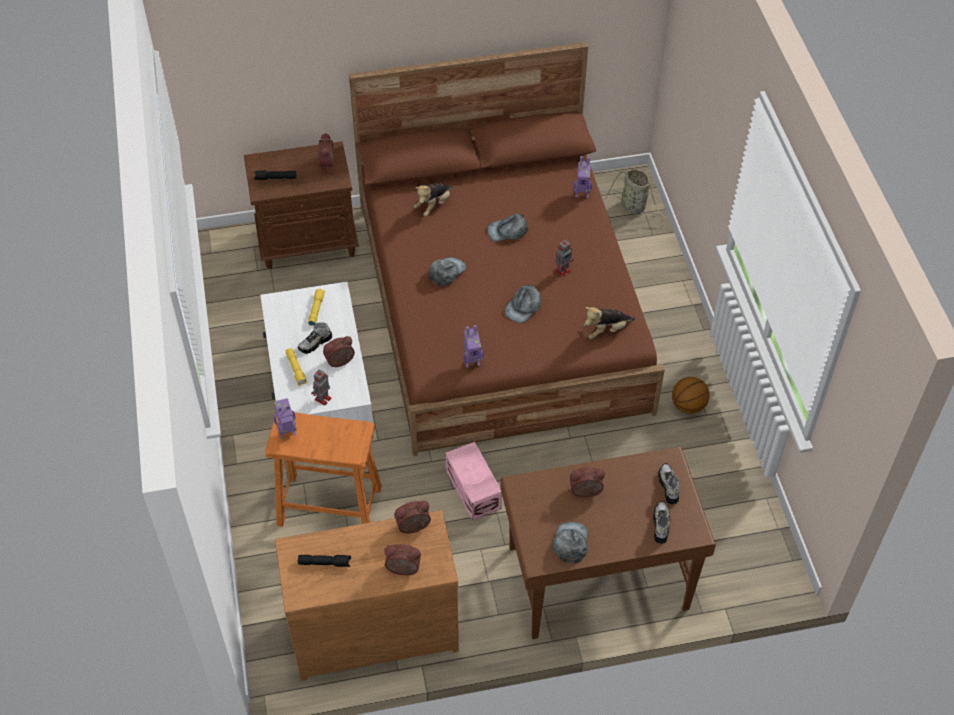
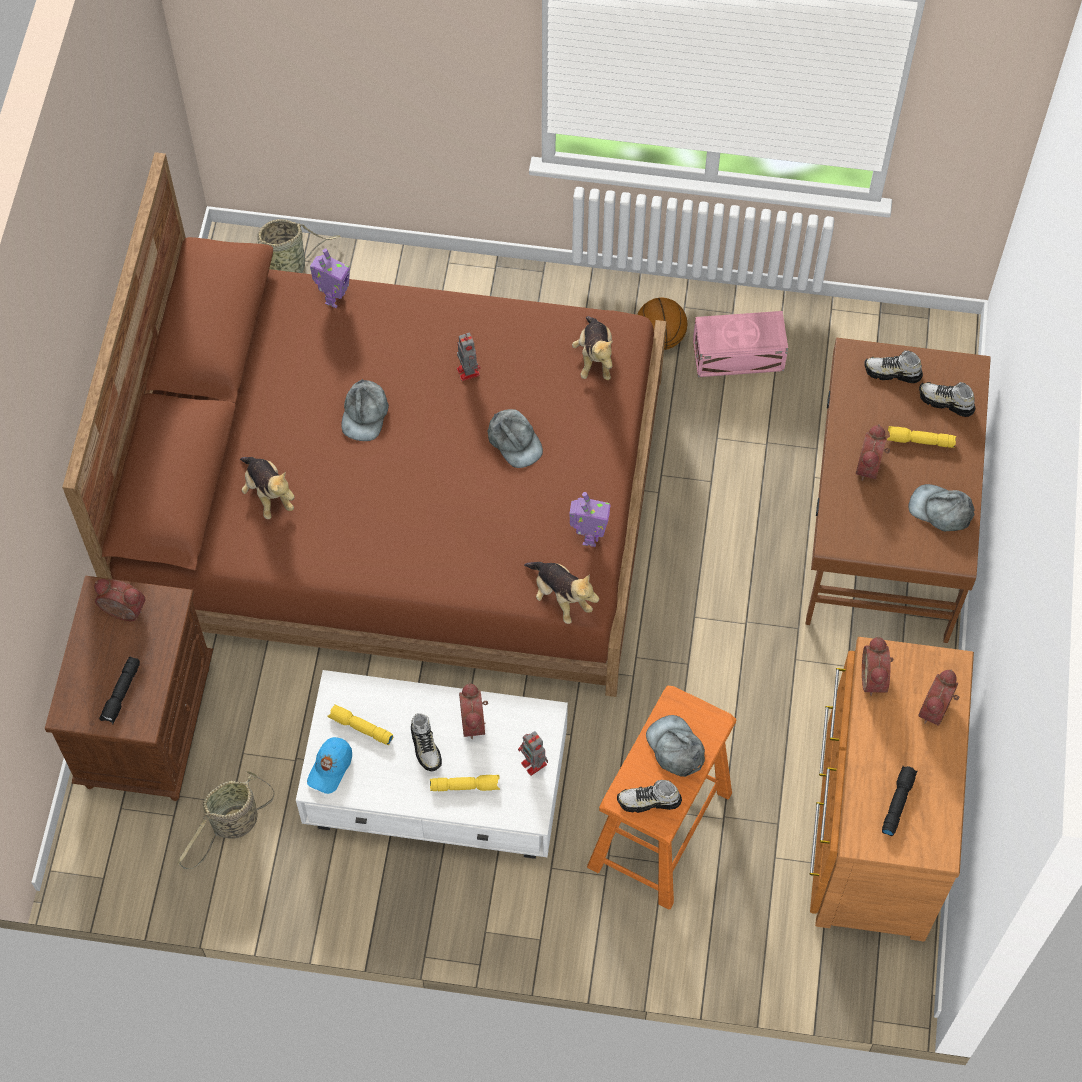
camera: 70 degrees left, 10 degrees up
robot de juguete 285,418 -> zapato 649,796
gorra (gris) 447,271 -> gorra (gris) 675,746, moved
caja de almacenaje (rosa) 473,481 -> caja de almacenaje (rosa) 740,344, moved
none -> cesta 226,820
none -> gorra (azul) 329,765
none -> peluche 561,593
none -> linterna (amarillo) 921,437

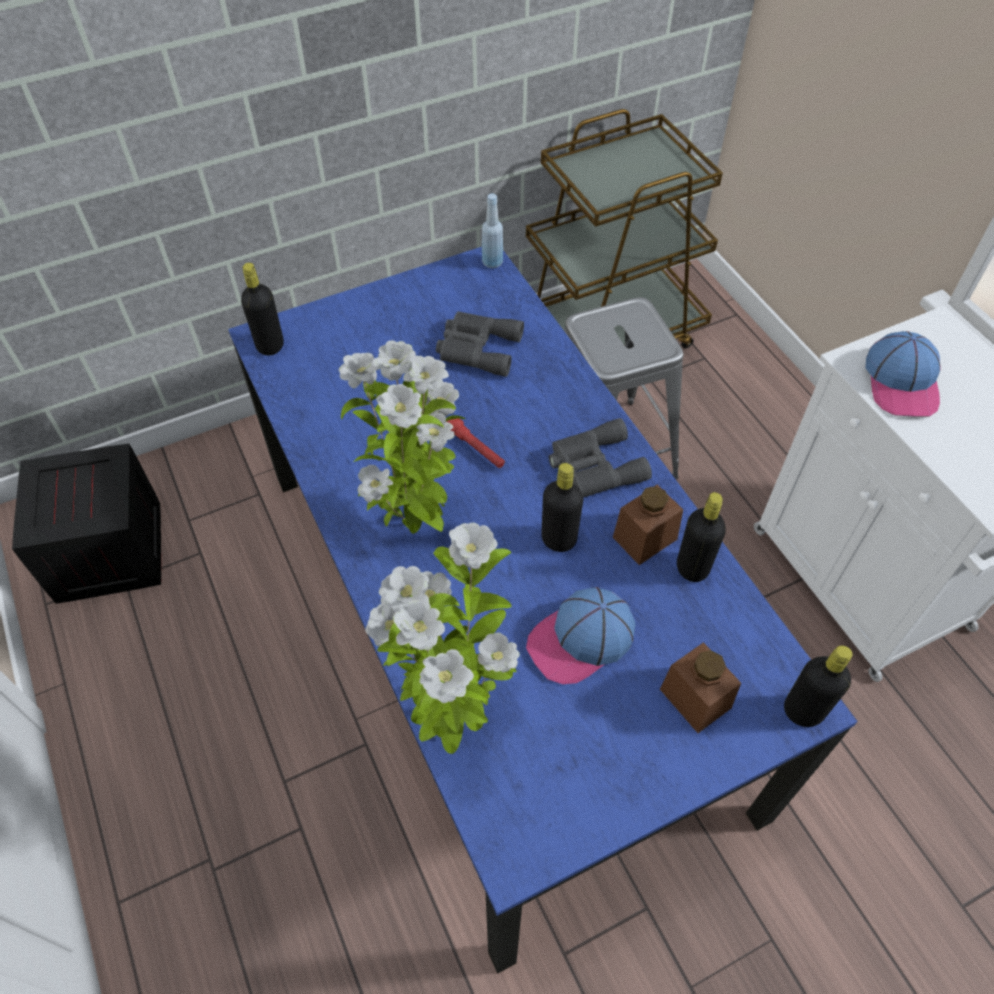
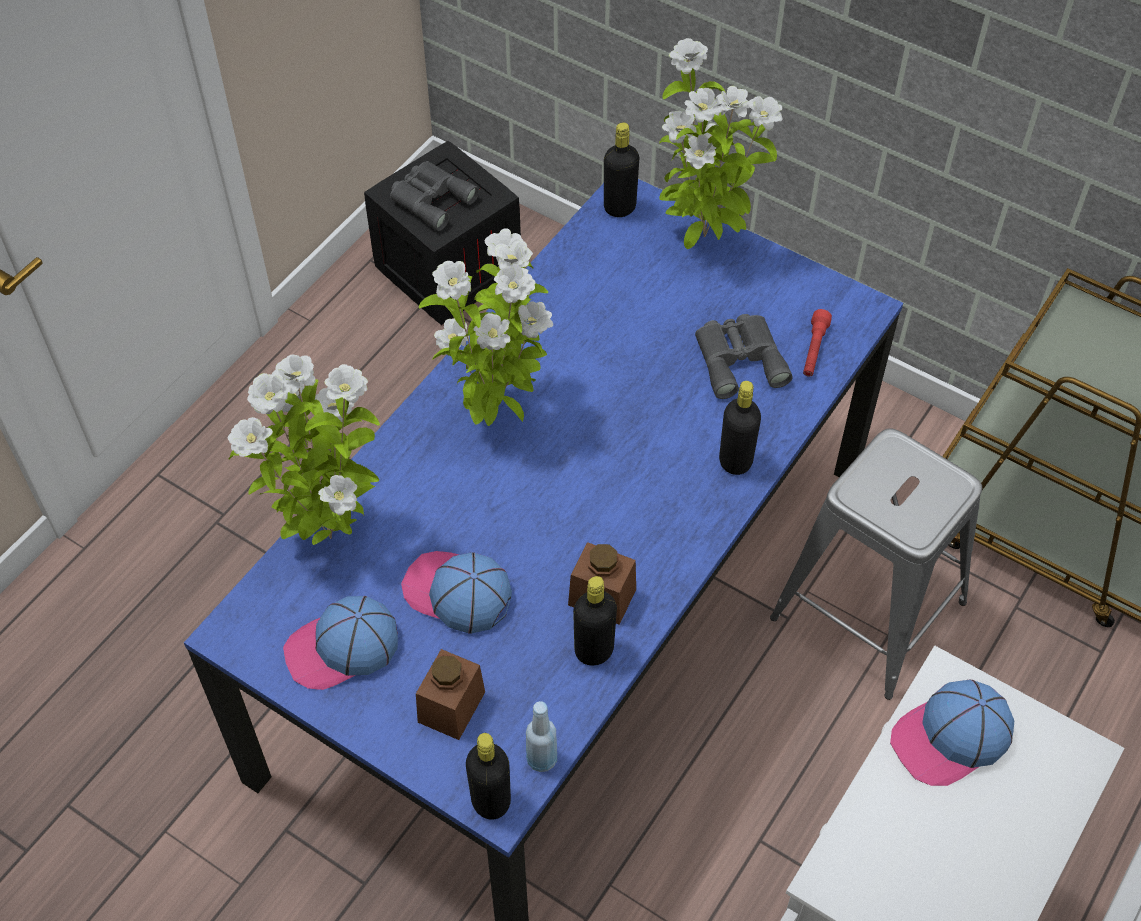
camera: 60 degrees right, 0 degrees up
linterna (rojo) 475,443 -> linterna (rojo) 817,343, moved
botella (azul) 492,230 -> botella (azul) 541,736, moved
botella (negro) 562,507 -> botella (negro) 740,428, moved
prismáticos (gris) 600,458 -> prismáticos (gris) 434,196, moved
none -> gorra 340,643
none -> planta en maceta 720,143

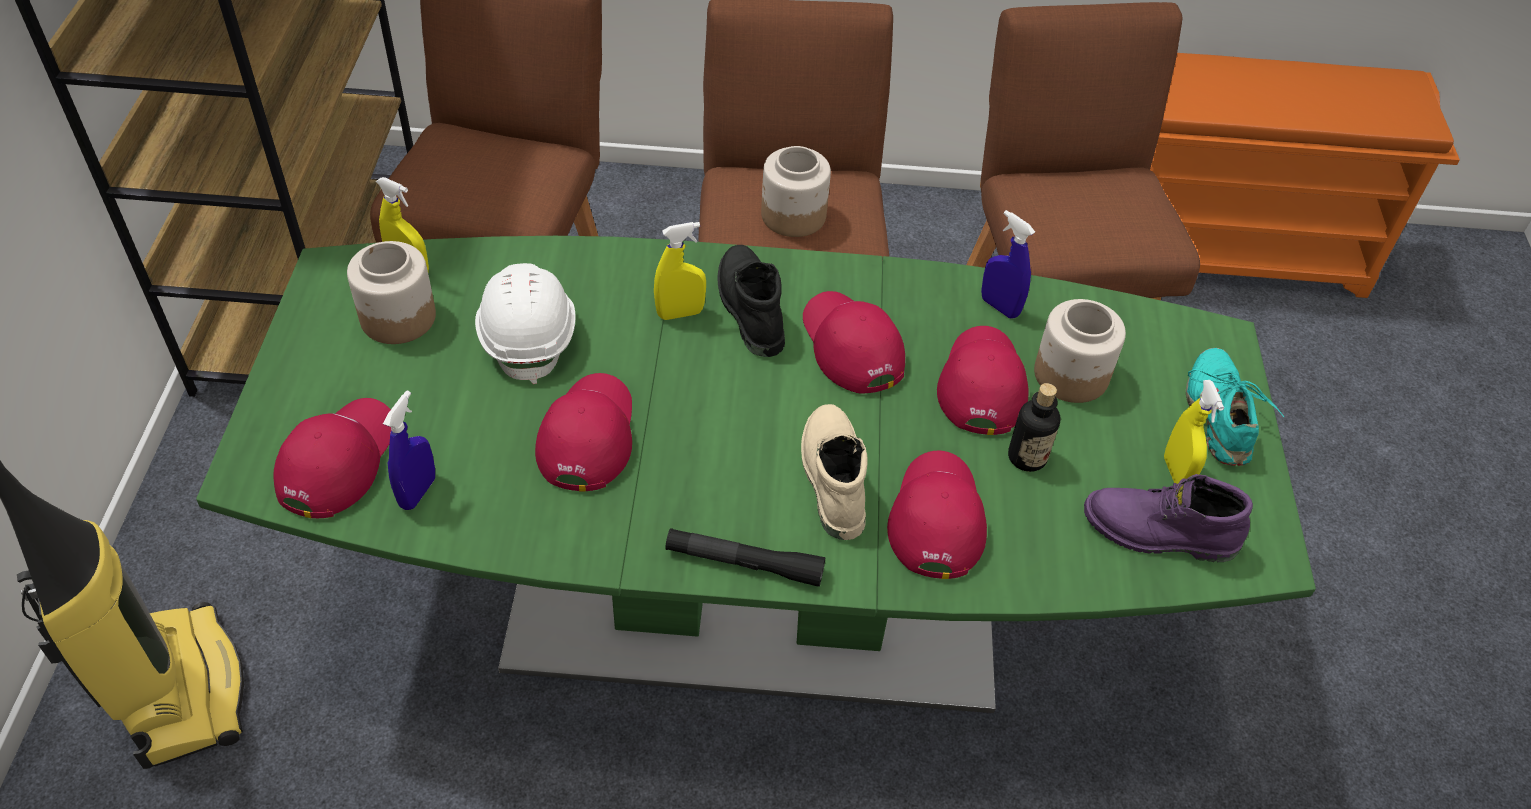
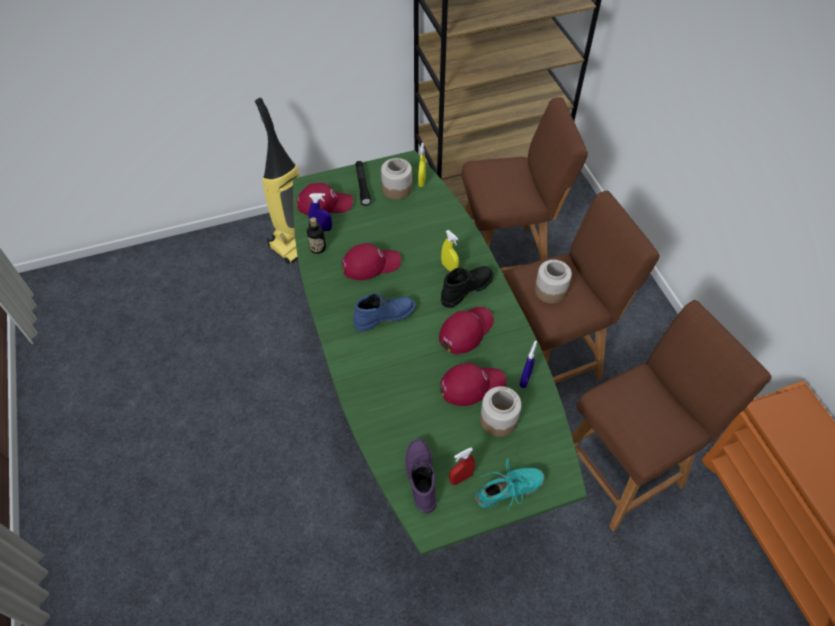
camera: 70 degrees right, 5 degrees up
casco (blanco) 525,323 -> none
linterna (negro) 745,557 -> linterna (negro) 363,183, moved
bota (beis) 834,472 -> none
gorra (rojo) 937,515 -> none
botella 1034,427 -> botella 316,235, moved
pulverizador (amarillo) 1194,432 -> pulverizador (rojo) 462,466
none -> bota (azul) 384,312

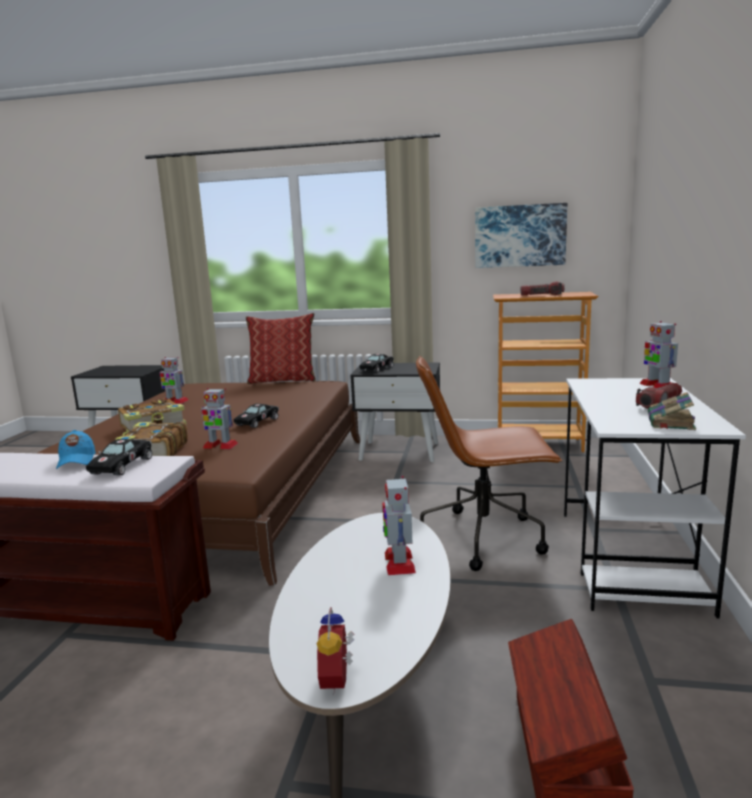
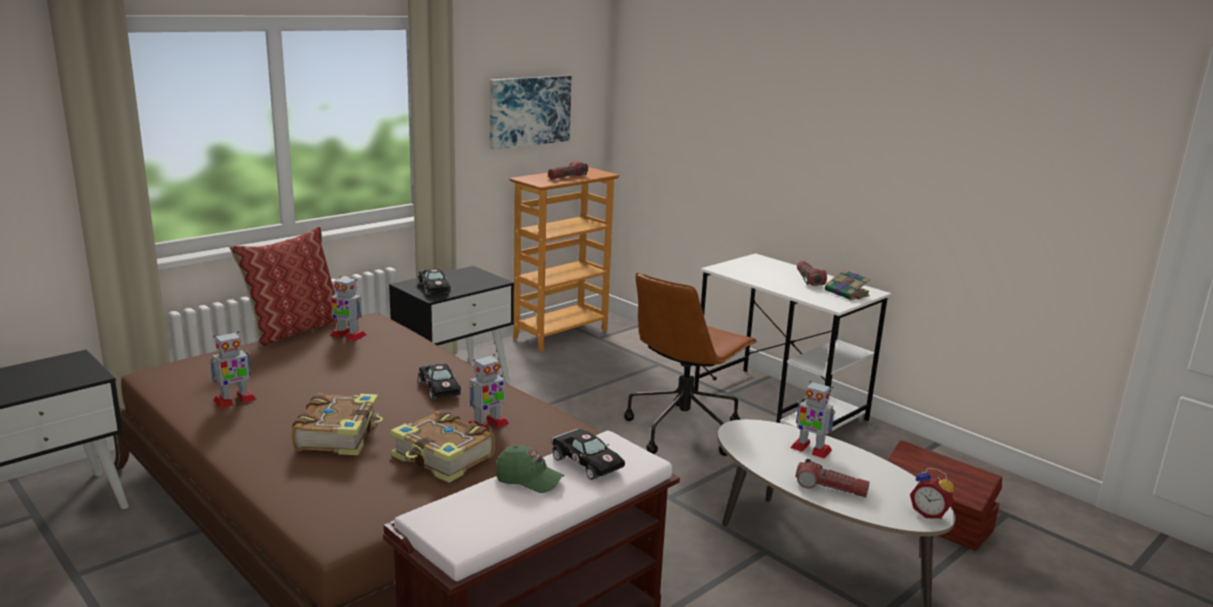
camera: 55 degrees left, 5 degrees up
gorra (azul) 76,449 -> gorra (verde) 530,469
robot de juguete 658,354 -> robot de juguete 348,308, moved
none -> linterna 833,478

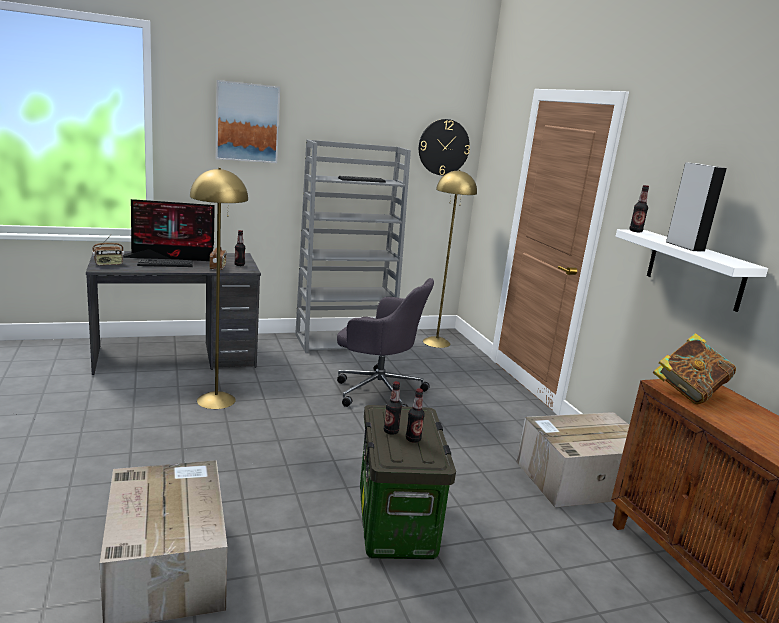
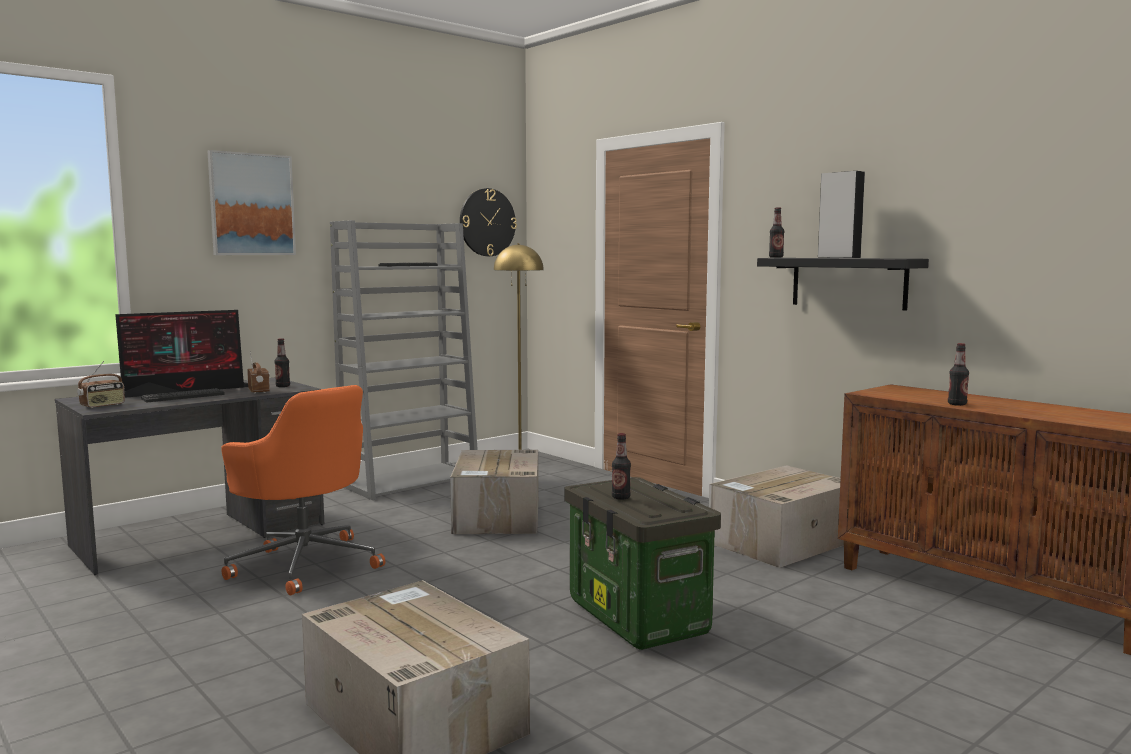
camera: 20 degrees left, 10 degrees down
lámpara de pie (amarillo) 219,288 -> silla de oficina (naranja) 303,490
silla de oficina (gris) 385,342 -> caja de cartón 494,492
botella 415,416 -> botella 958,374, moved
estante (blanco) 692,270 -> estante (negro) 843,284
libro 694,369 -> none

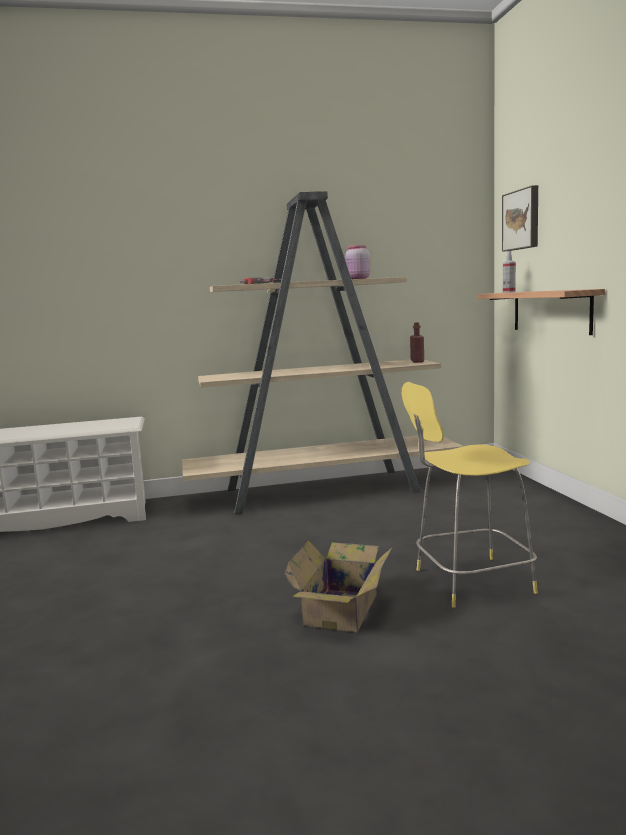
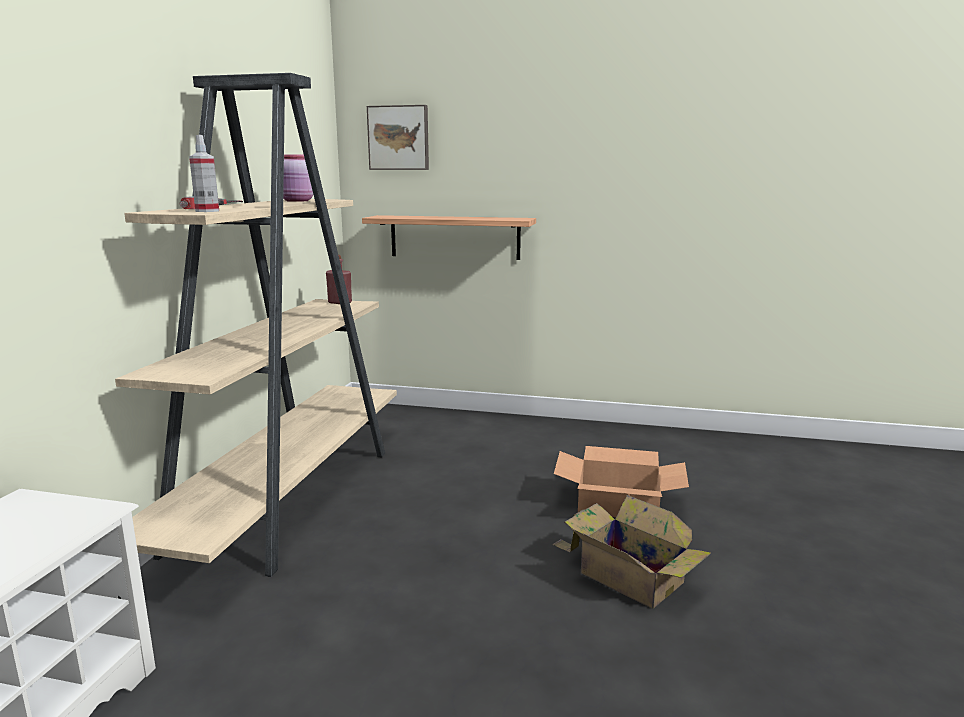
camera: 65 degrees left, 5 degrees up
taburete (amarillo) 470,495 -> caja de cartón 621,481
pulverizador 509,272 -> pulverizador 204,173, moved

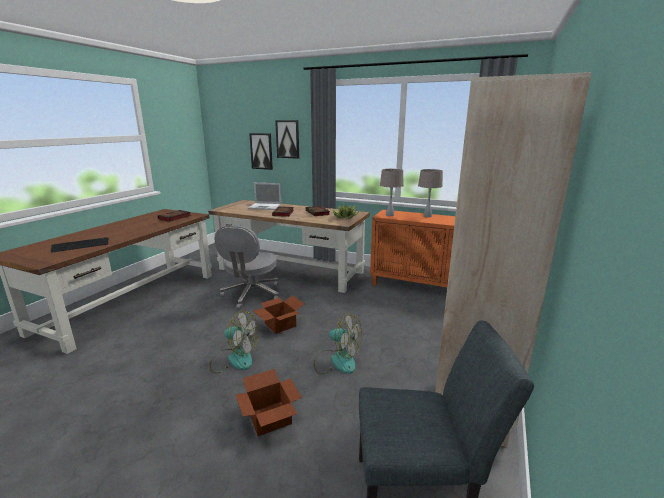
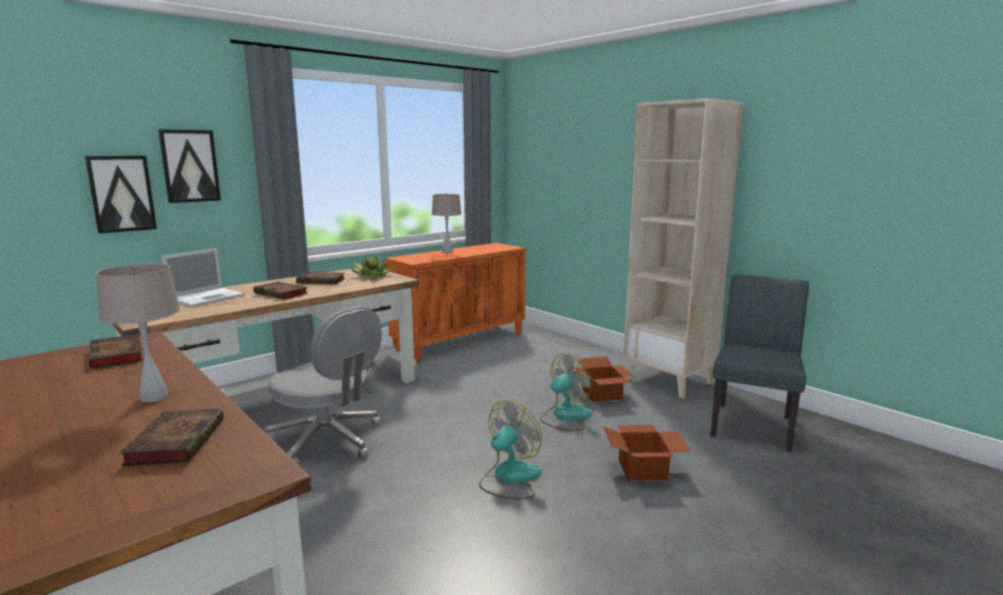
camera: 65 degrees left, 5 degrees down
teclado 80,245 -> libro 171,437
caja de cartón 279,314 -> caja de cartón 604,379, moved
lámpara de mesa (beis) 392,192 -> lámpara de mesa (beis) 138,333, moved

